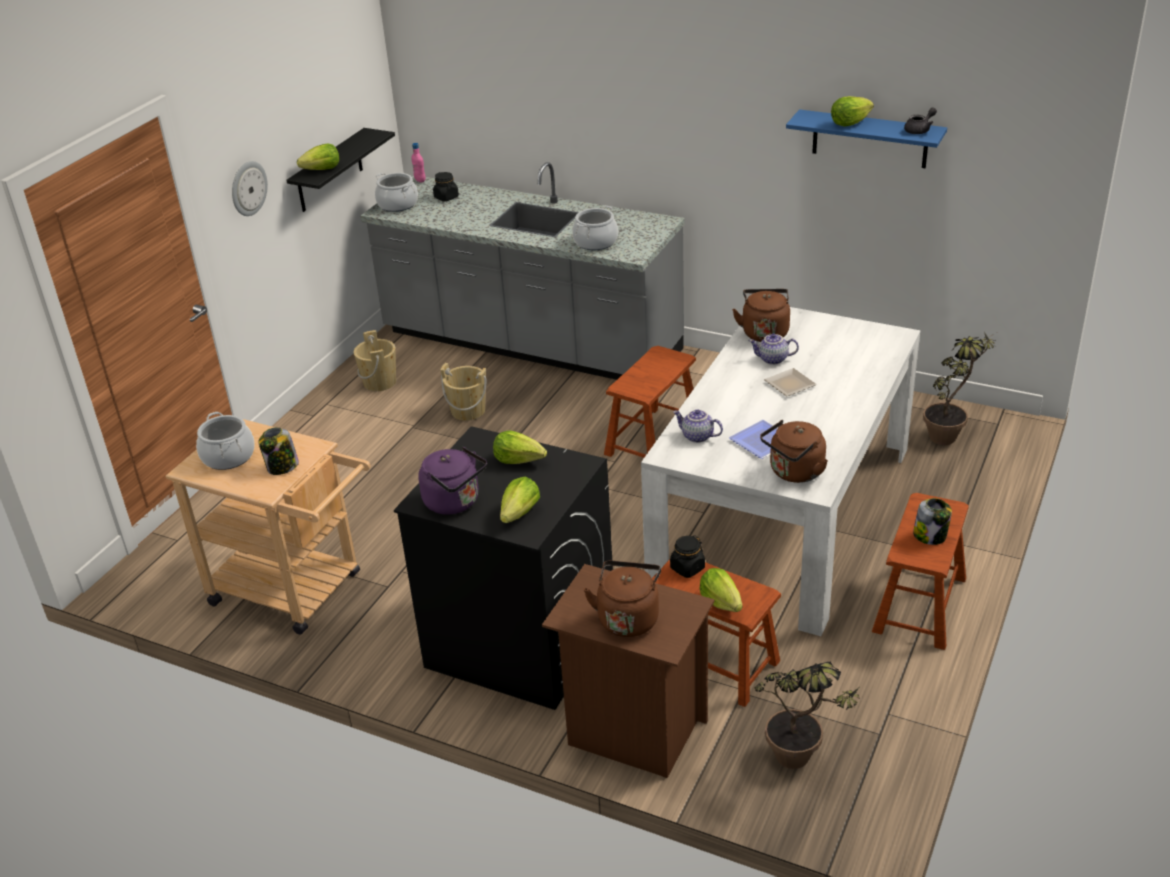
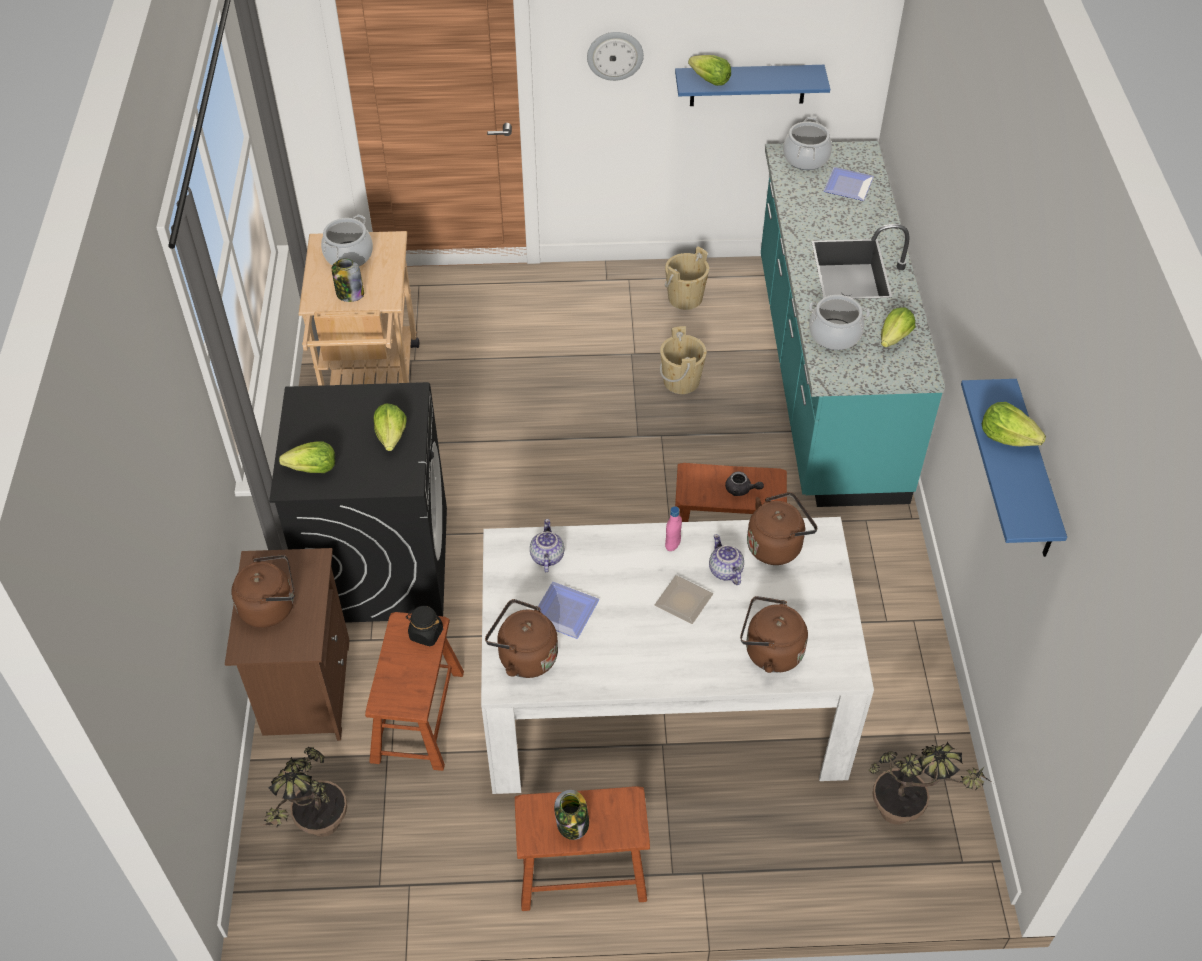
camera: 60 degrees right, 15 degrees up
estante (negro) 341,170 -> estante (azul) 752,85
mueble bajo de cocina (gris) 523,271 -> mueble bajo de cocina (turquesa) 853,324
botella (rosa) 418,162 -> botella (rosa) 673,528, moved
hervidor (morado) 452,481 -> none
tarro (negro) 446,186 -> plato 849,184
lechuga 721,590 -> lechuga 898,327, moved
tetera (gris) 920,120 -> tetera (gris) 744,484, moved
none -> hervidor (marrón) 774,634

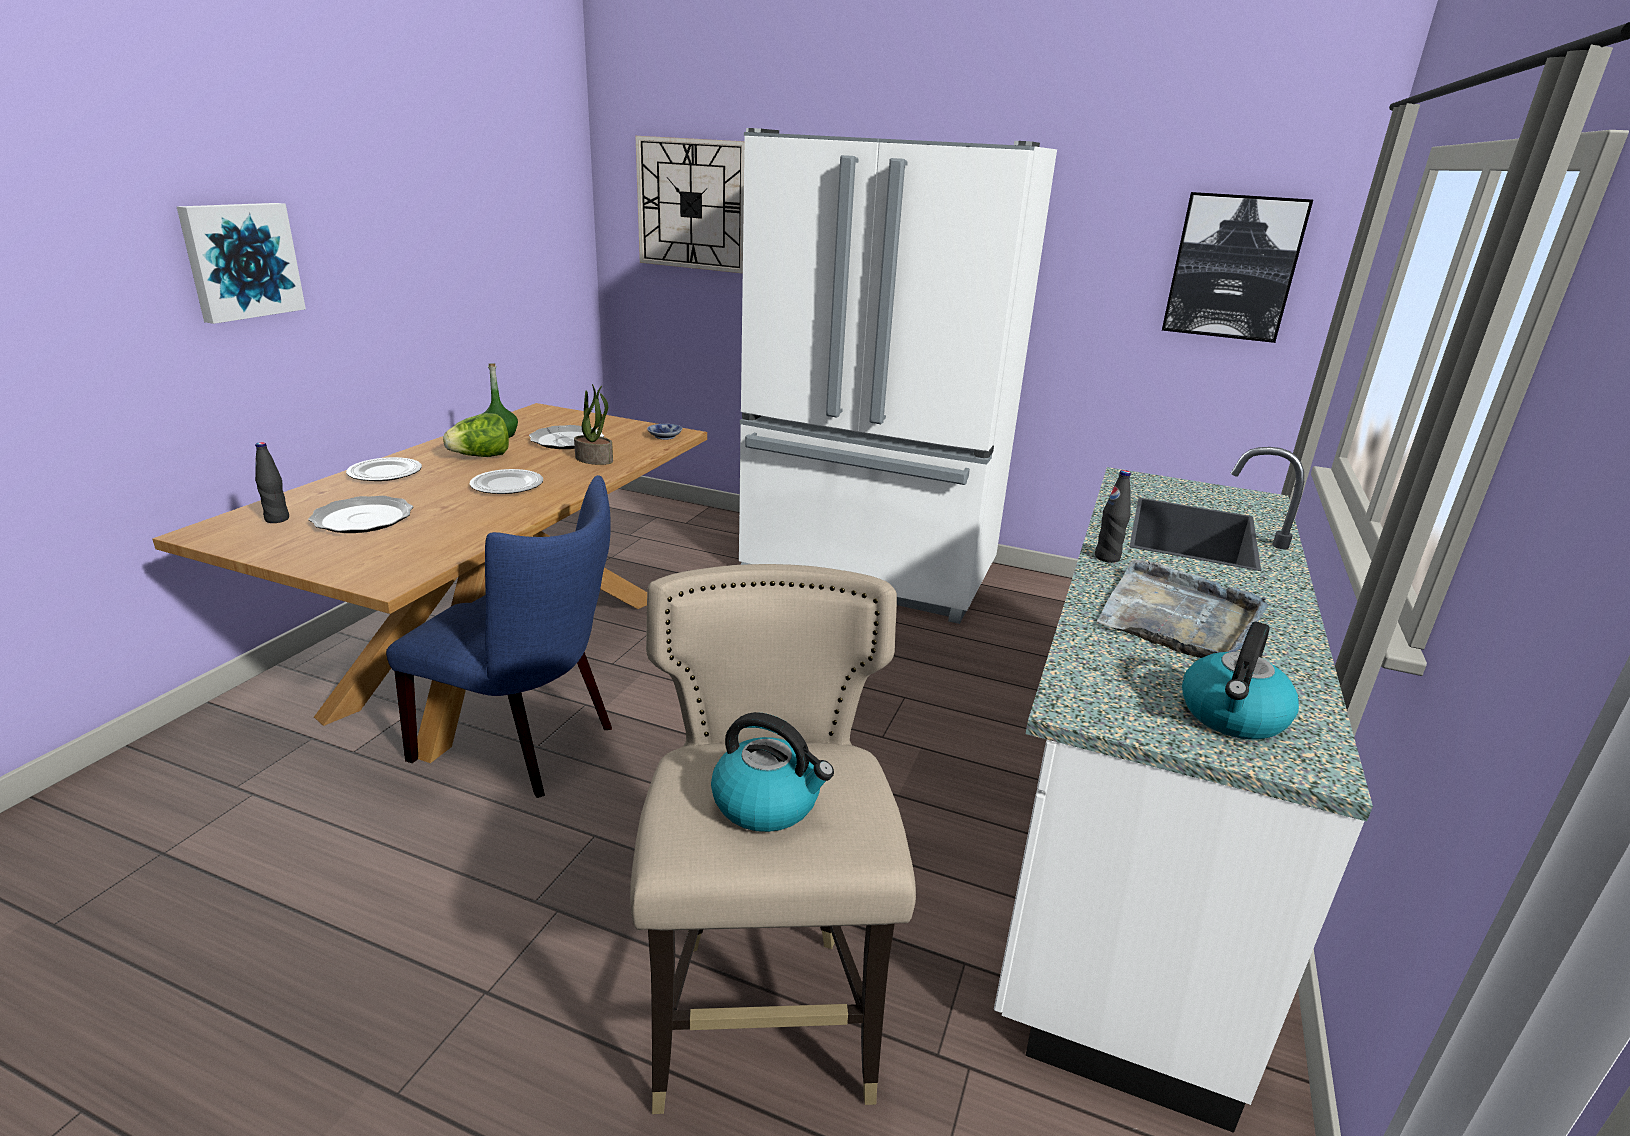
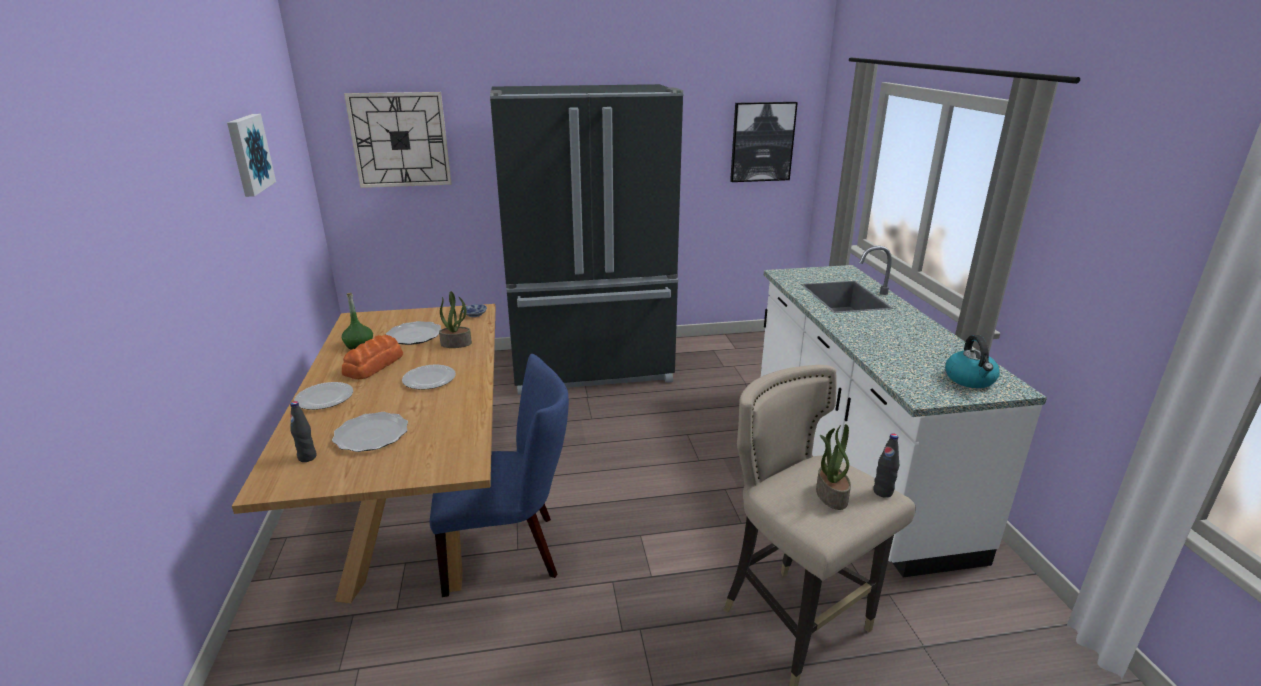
camera: 30 degrees left, 0 degrees up
cuadro 241,263 -> cuadro 251,155, moved
lechuga 476,435 -> pan 372,357
hervidor 772,772 -> planta en maceta 833,467
nevera (blanco) 898,376 -> nevera (negro) 586,239
botella (negro) 1113,516 -> botella (negro) 886,466, moved
bandeja (gris) 1182,608 -> none

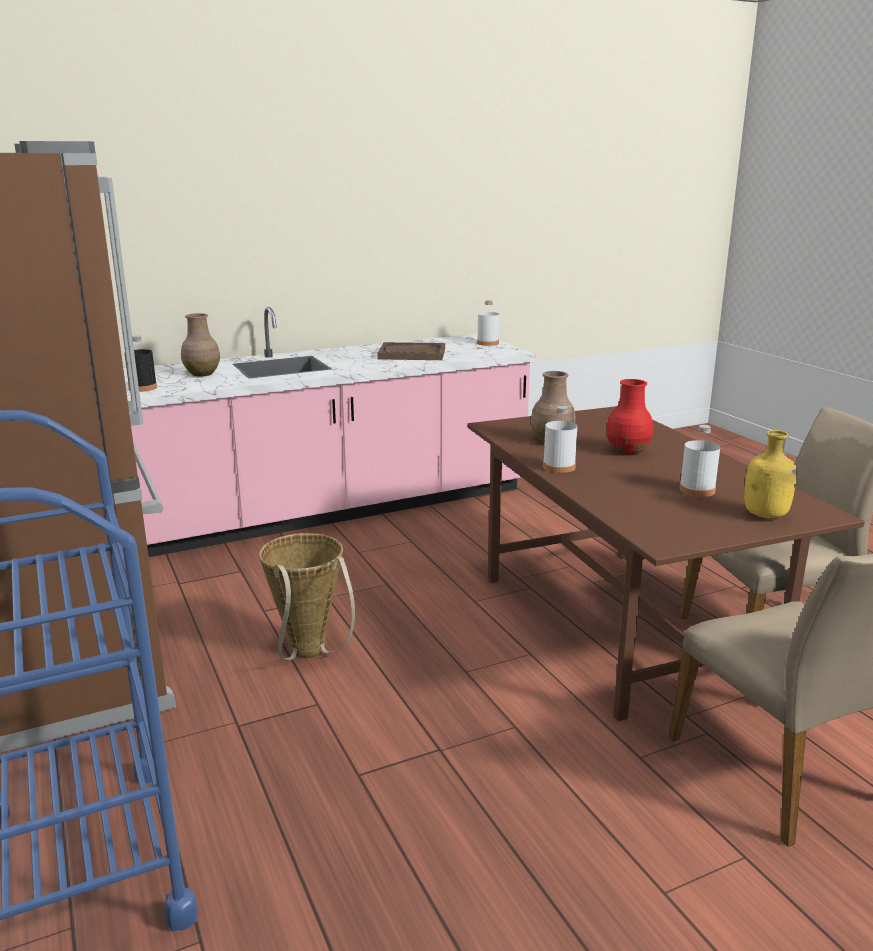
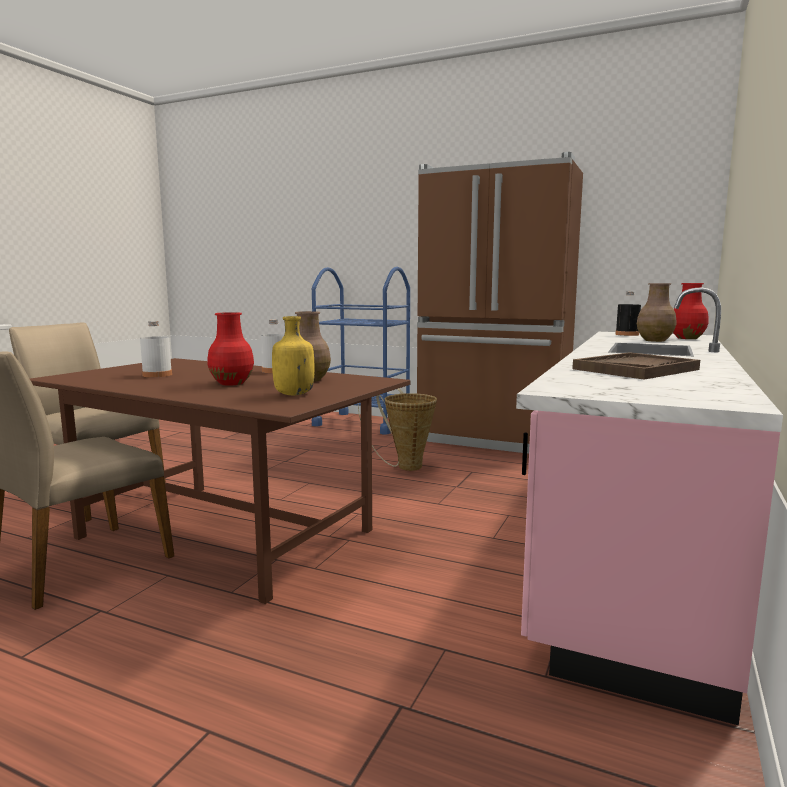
camera: 140 degrees right, 10 degrees down
botella (blanco) 488,323 -> none
botella (amarillo) 770,474 -> botella (amarillo) 293,355, moved
none -> florero (rojo) 691,311

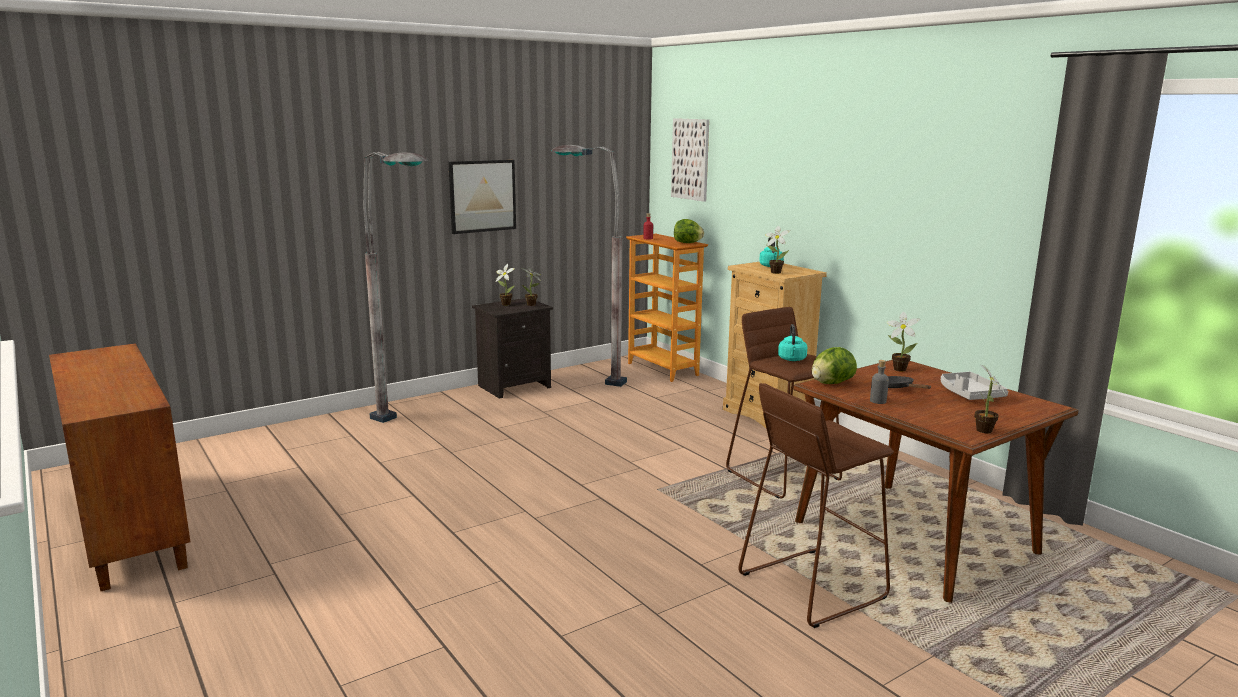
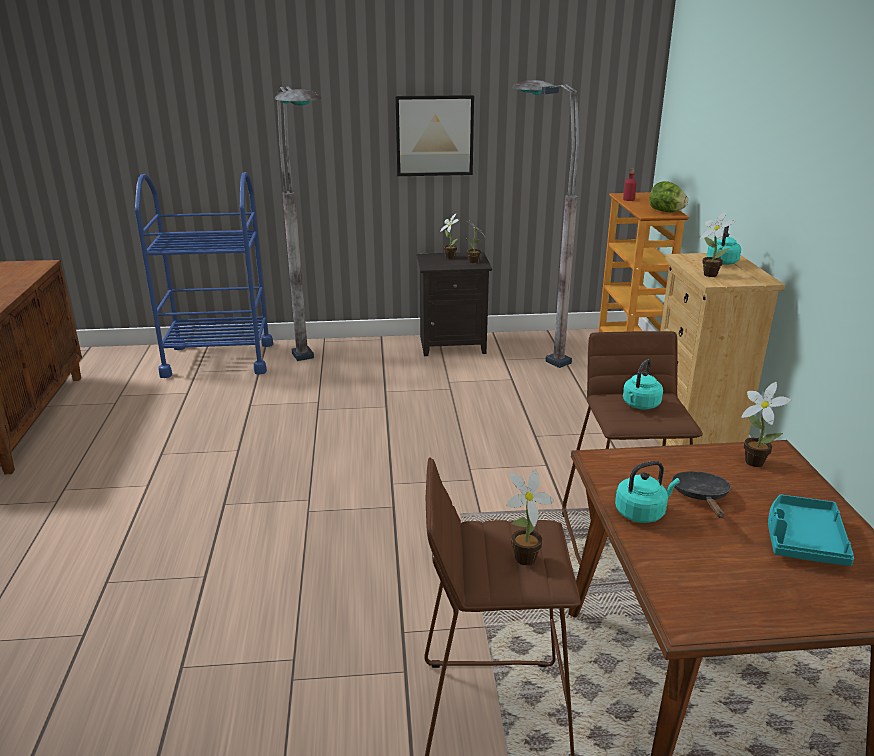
camera: 30 degrees right, 10 degrees up
cuadro 690,160 -> none
lechuga 834,365 -> none
botella (gris) 879,382 -> hervidor (turquesa) 647,492
bandeja (gris) 974,386 -> bandeja (turquesa) 811,530
planta en maceta 990,399 -> planta en maceta 530,518, moved
none -> carrito (azul) 204,275

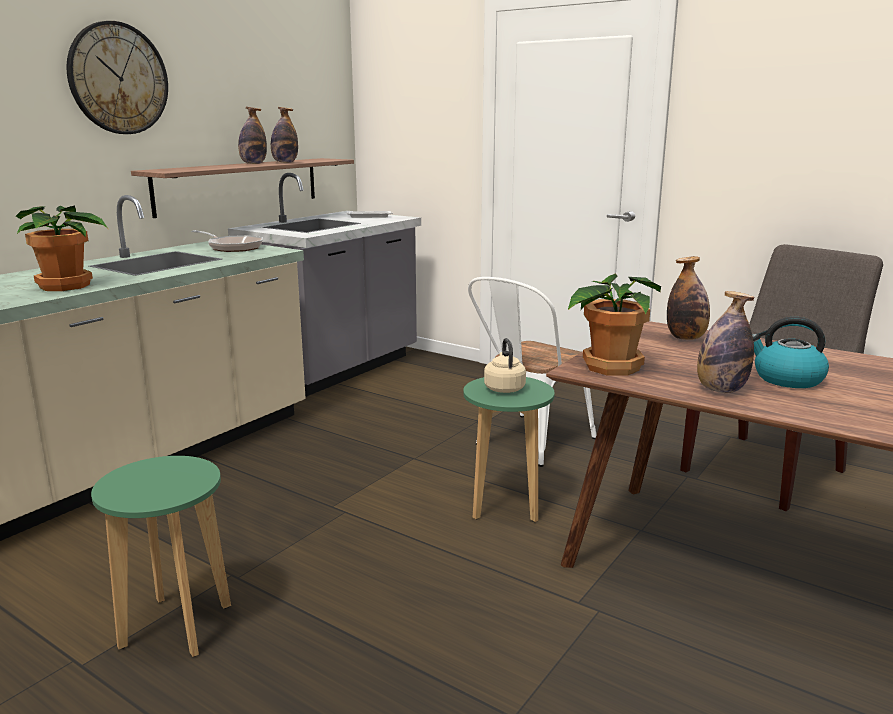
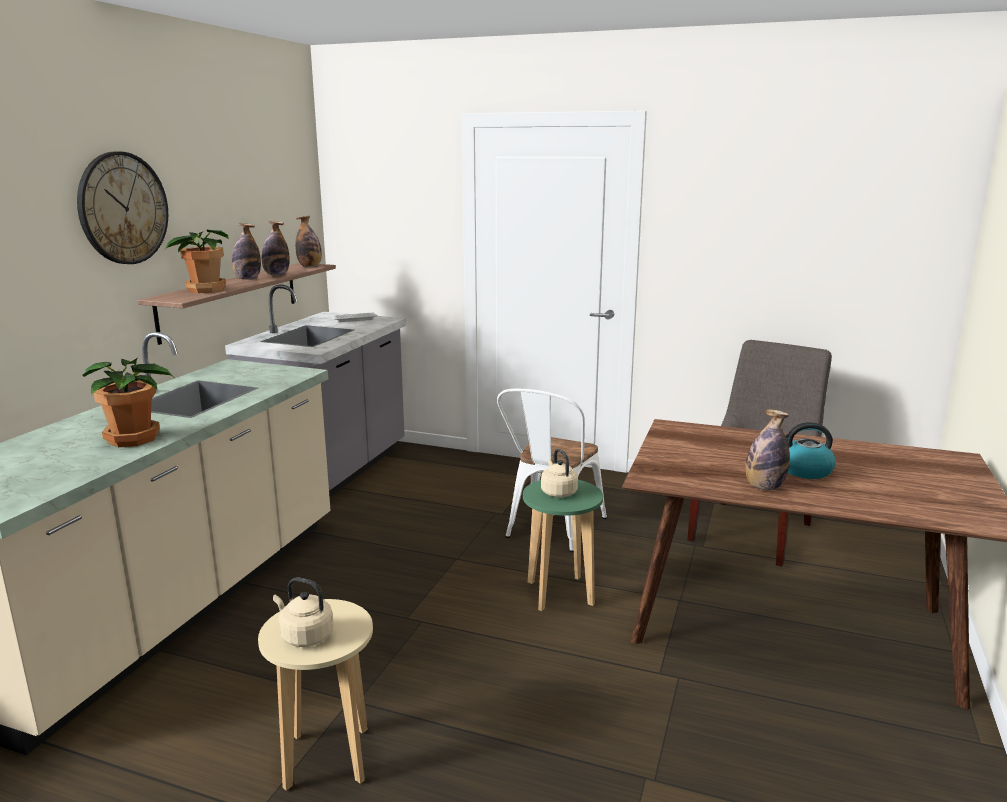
camera: 15 degrees left, 0 degrees up
taburete (verde) 161,556 -> taburete (beis) 315,695
sartén 227,241 -> none
planta en maceta 614,324 -> planta en maceta 196,261, moved
botella 688,298 -> botella 308,241, moved
none -> hervidor (beis) 303,612

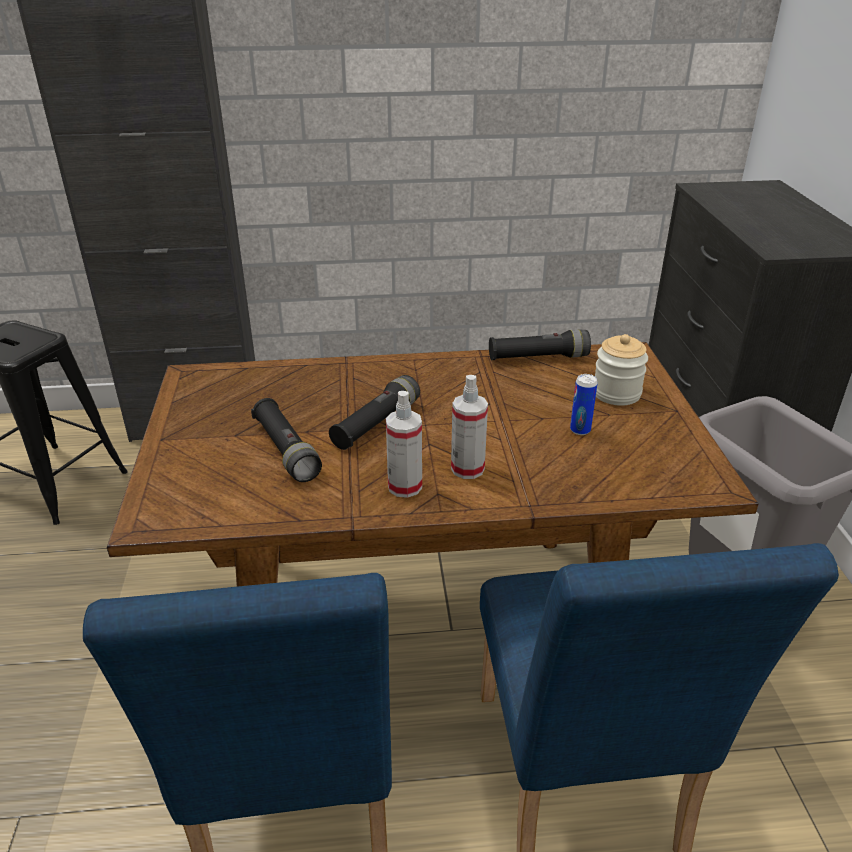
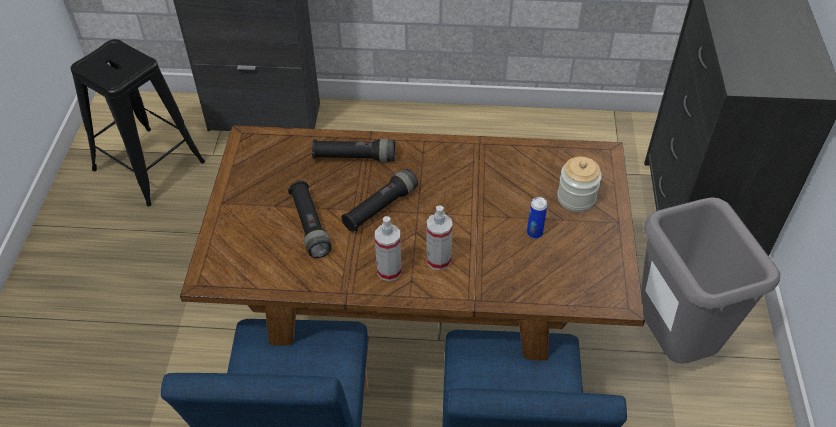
camera: 10 degrees right, 15 degrees up
linterna (negro) 540,344 -> linterna (negro) 353,150, moved

